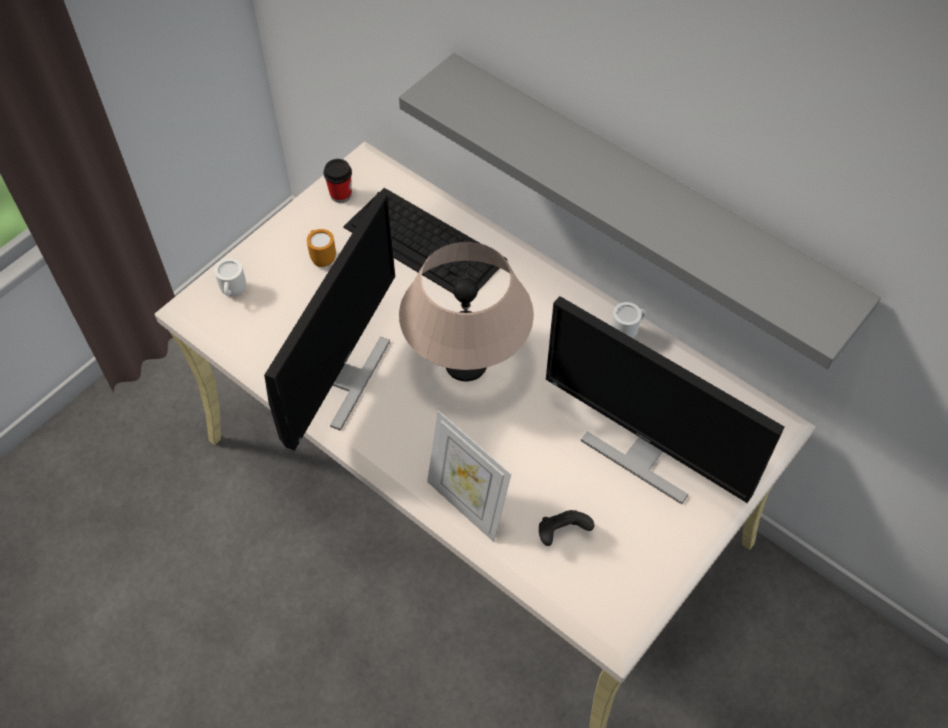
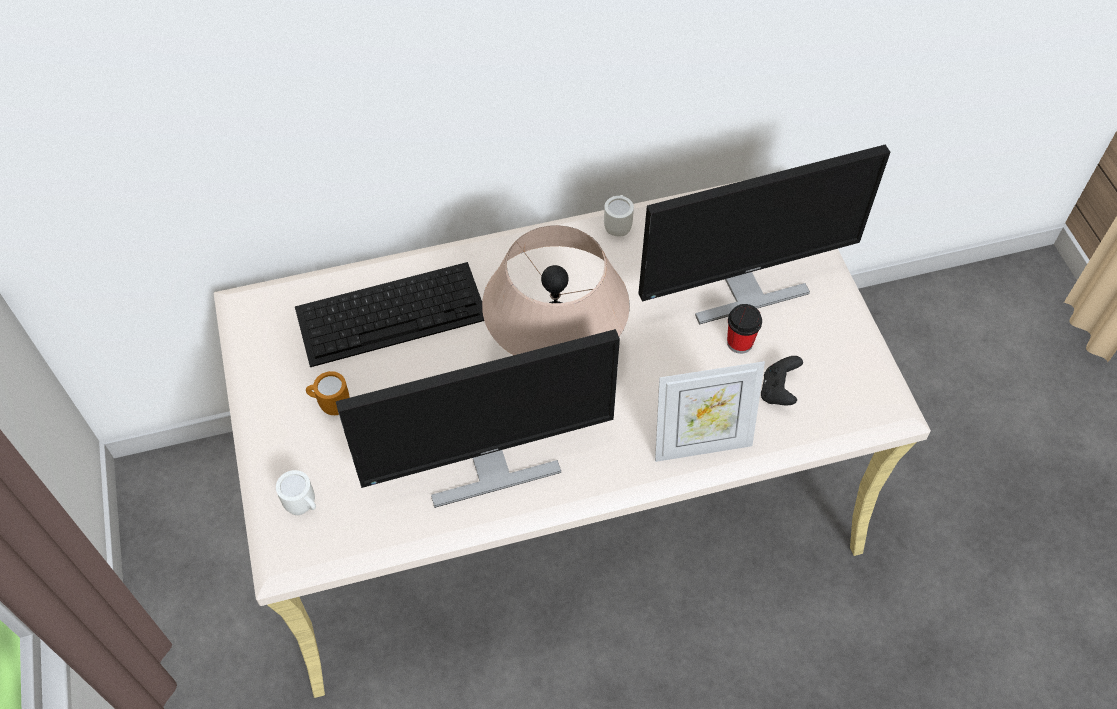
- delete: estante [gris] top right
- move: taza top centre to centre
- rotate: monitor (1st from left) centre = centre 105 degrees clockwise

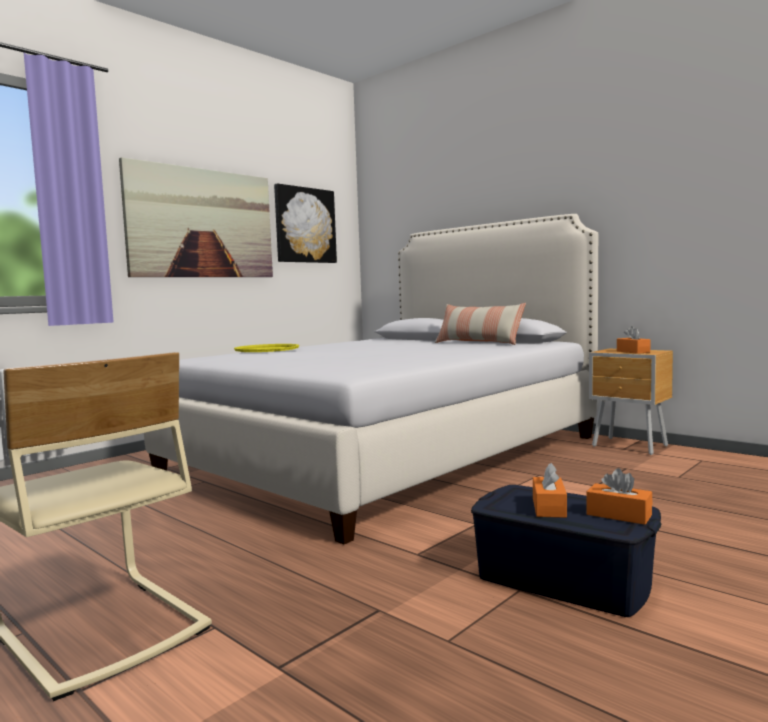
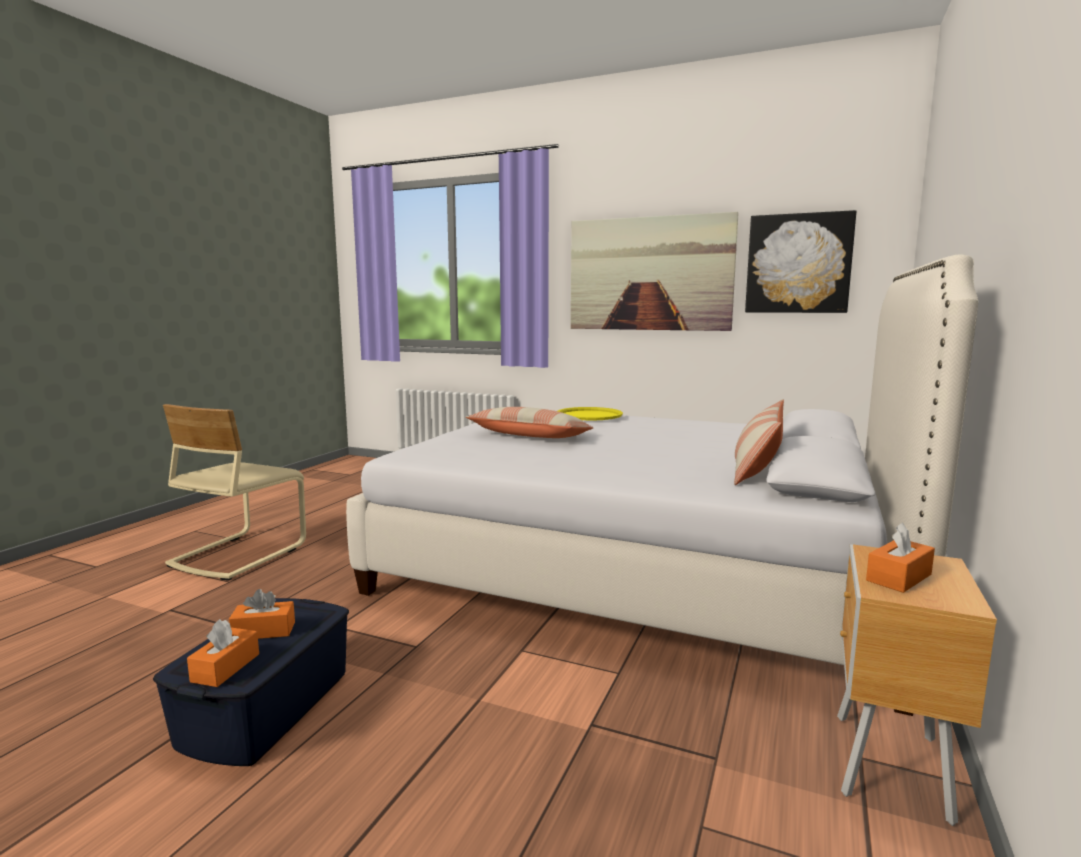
- insert: cojín (1st from left) centre

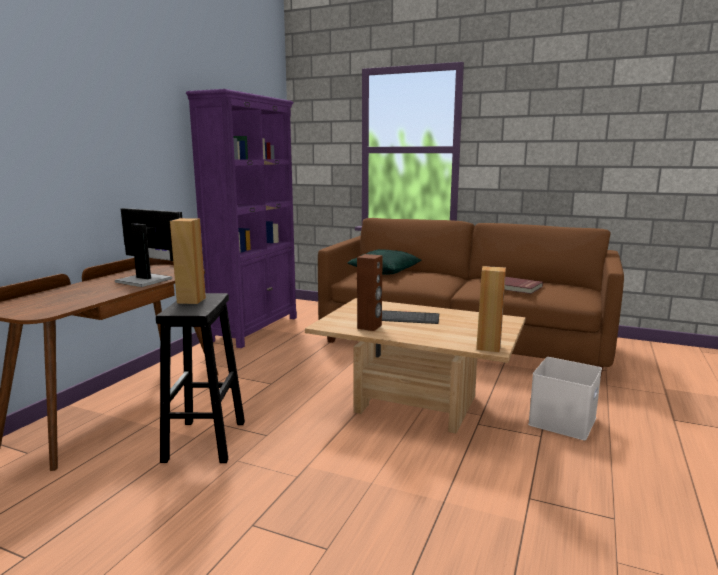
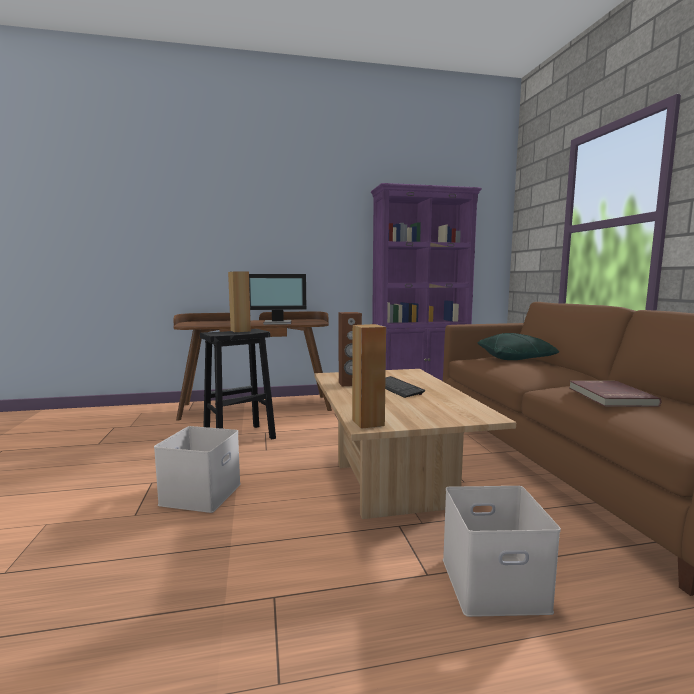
- insert: caja de almacenaje [blanco] (1st from left) bottom left
- rotate: monitor middle left = centre 90 degrees clockwise

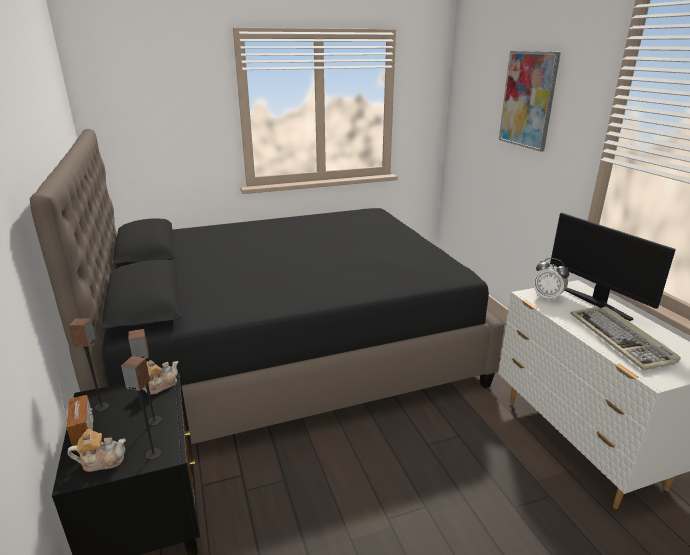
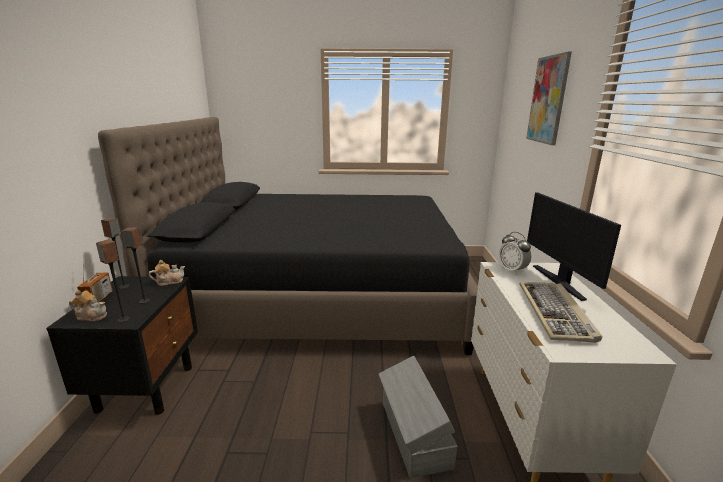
- insert: caja de almacenaje [gris] bottom centre

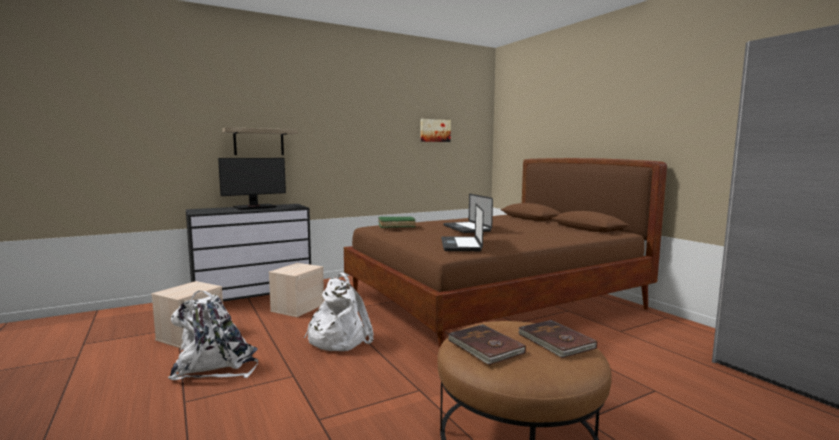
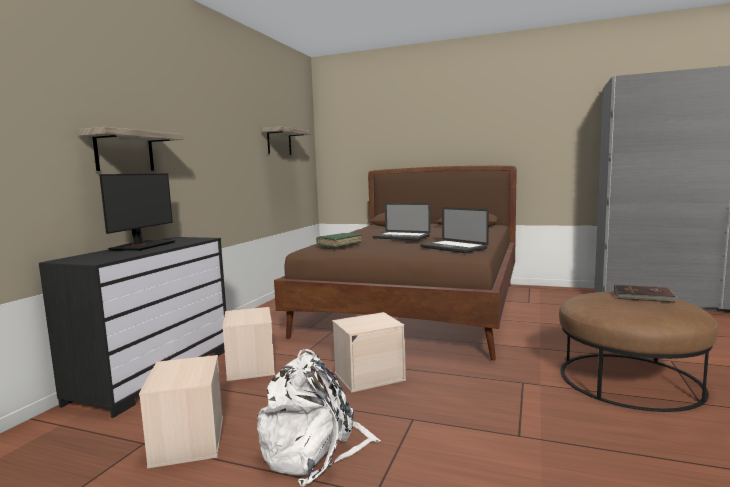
- delete: libro [marrón] (1st from left) bottom centre
- replace: mochila [blanco] (2nd from left) bottom centre to caja de almacenaje [beis] (3rd from left) bottom centre
- replace: cuadro top centre to estante (2nd from left) top centre

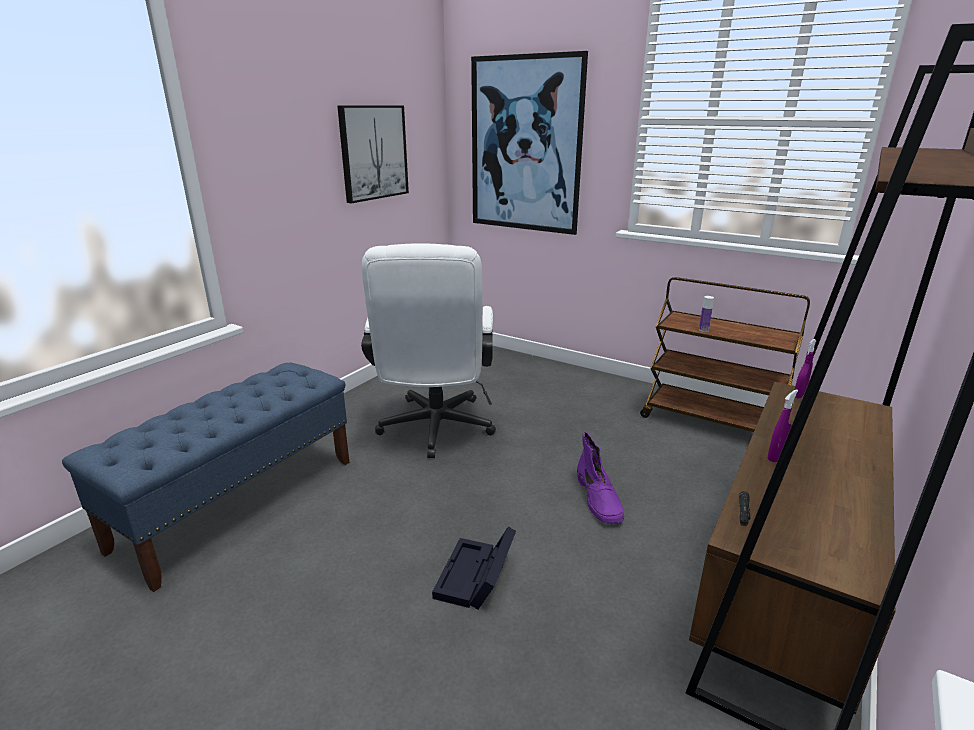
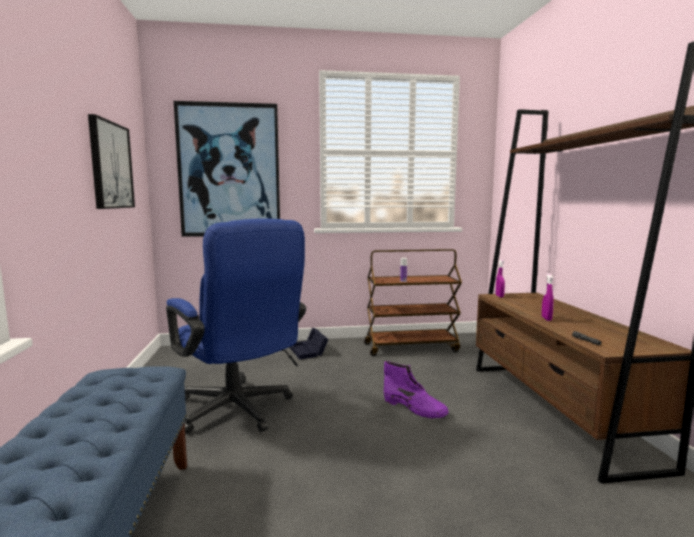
- move: caja de almacenaje [negro] bottom centre to centre
- recolor: silla de oficina [blanco] centre to silla de oficina [azul] centre

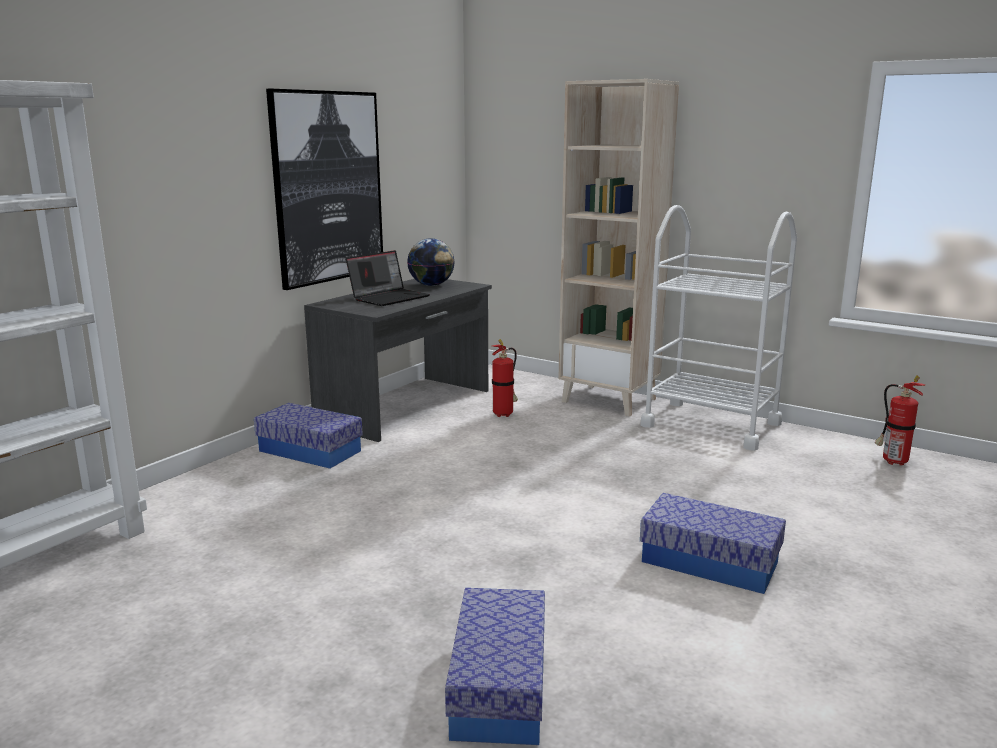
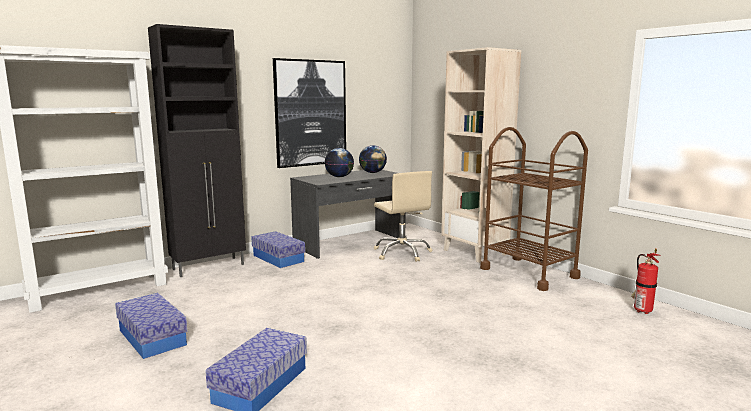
- insert: armario [negro] middle left
- move: caja de almacenaje (3rd from left in the first image) bottom right to caja de almacenaje (1st from left) bottom left
- replace: portátil centre to globo terráqueo (1st from left) centre
- replace: extintor (1st from left) centre to silla de oficina [beis] centre
- recolor: carrito [blanco] middle right to carrito [marrón] middle right

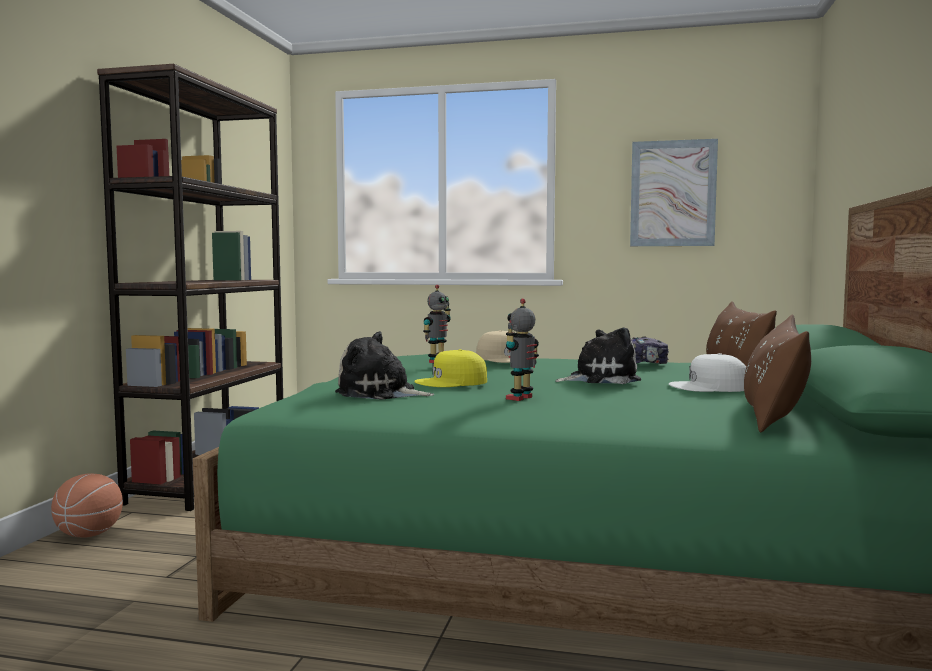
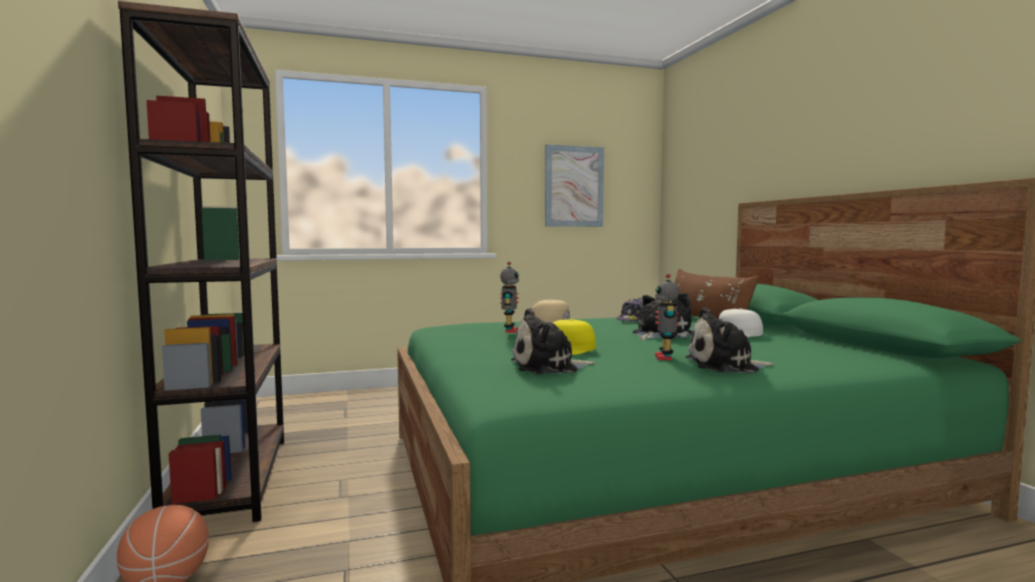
- delete: cojín [marrón] (2nd from left) middle right
- insert: peluche (3rd from left) middle right

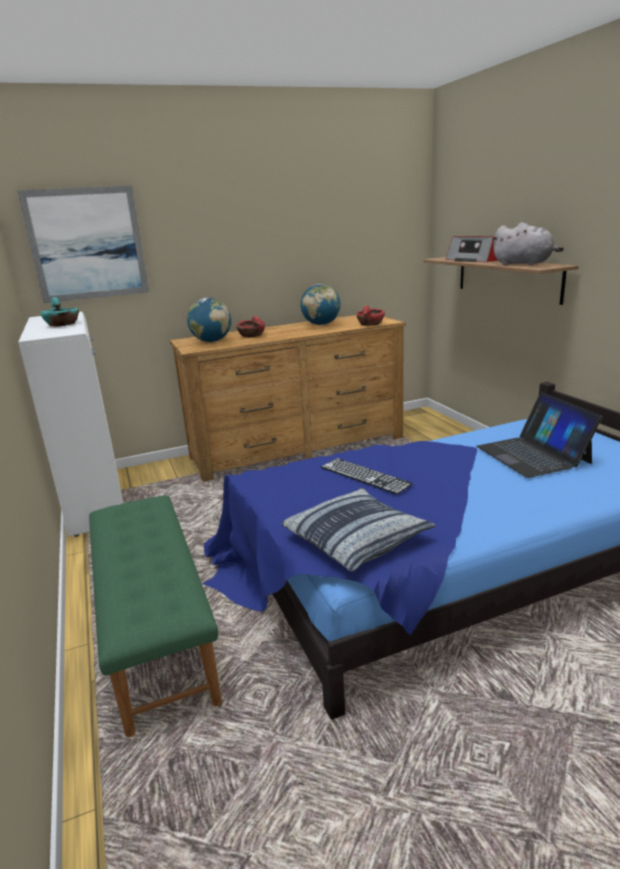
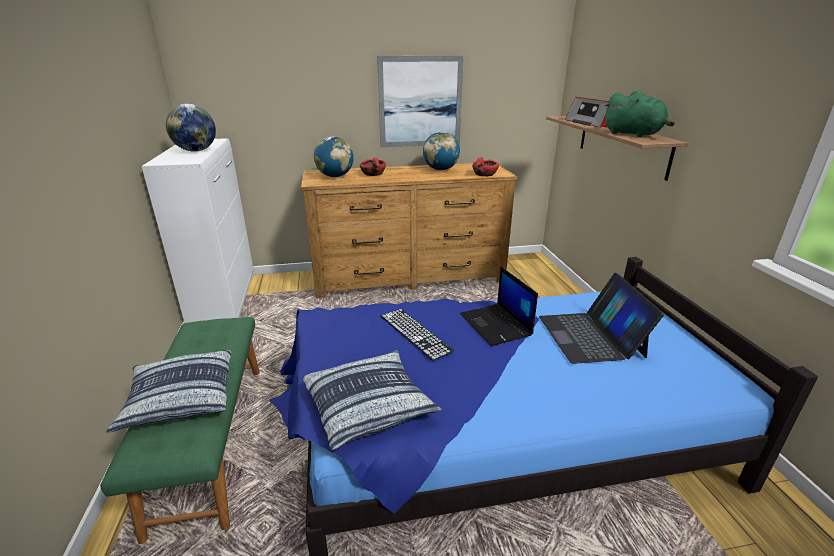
- insert: cojín (1st from left) bottom left
- insert: portátil (1st from left) centre
- move: cuadro top left to top centre
- replace: cuenco [turquesa] middle left to globo terráqueo (1st from left) top left
- recolor: peluche [gris] top right to peluche [verde] top right

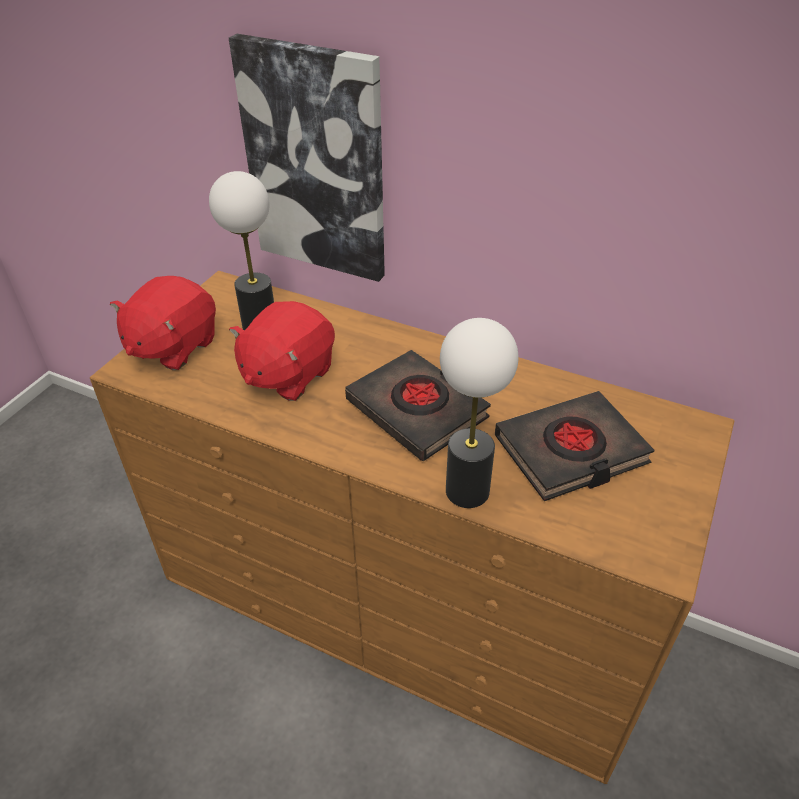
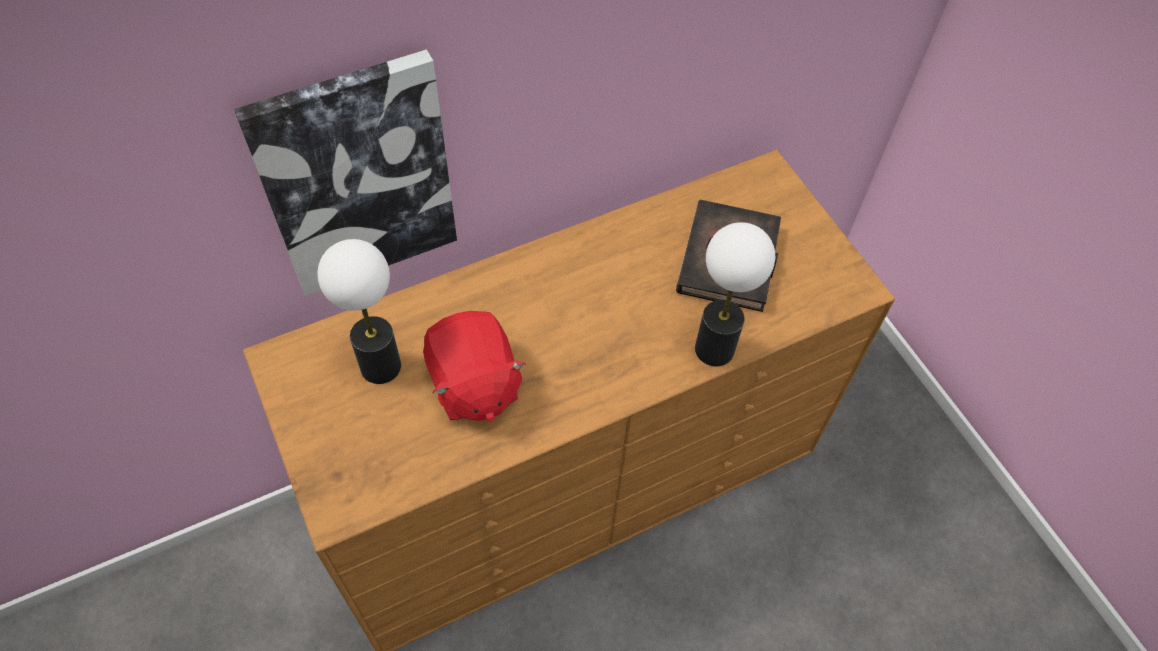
- delete: peluche [rojo] (1st from left) middle left
- delete: libro [negro] (1st from left) centre

